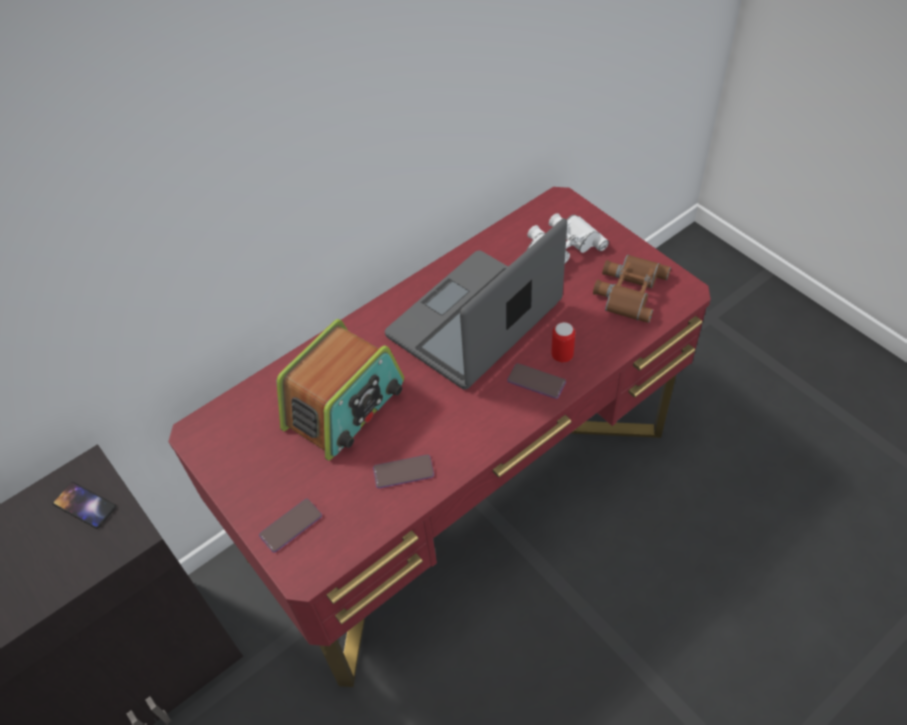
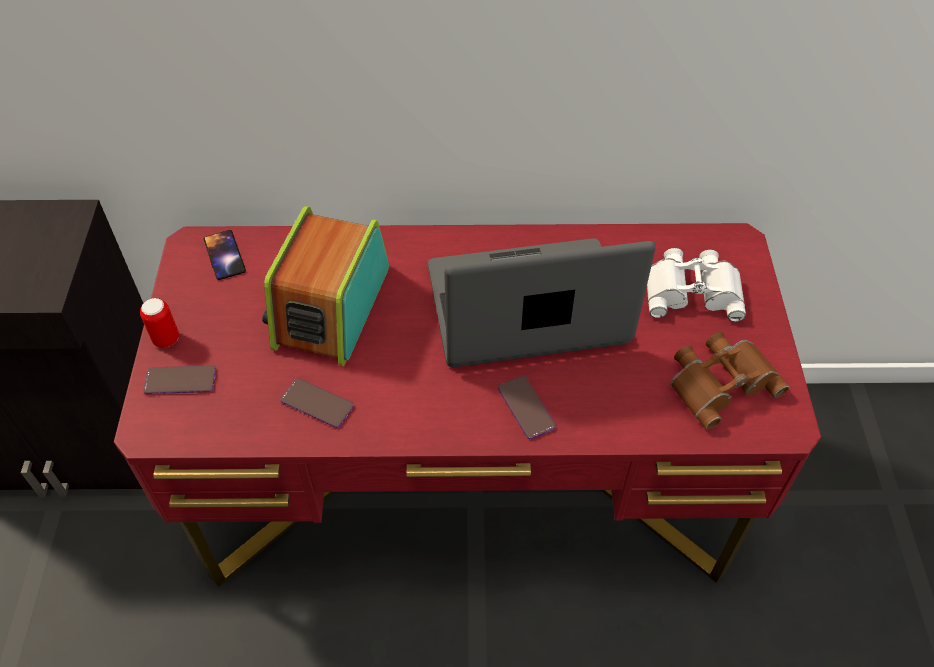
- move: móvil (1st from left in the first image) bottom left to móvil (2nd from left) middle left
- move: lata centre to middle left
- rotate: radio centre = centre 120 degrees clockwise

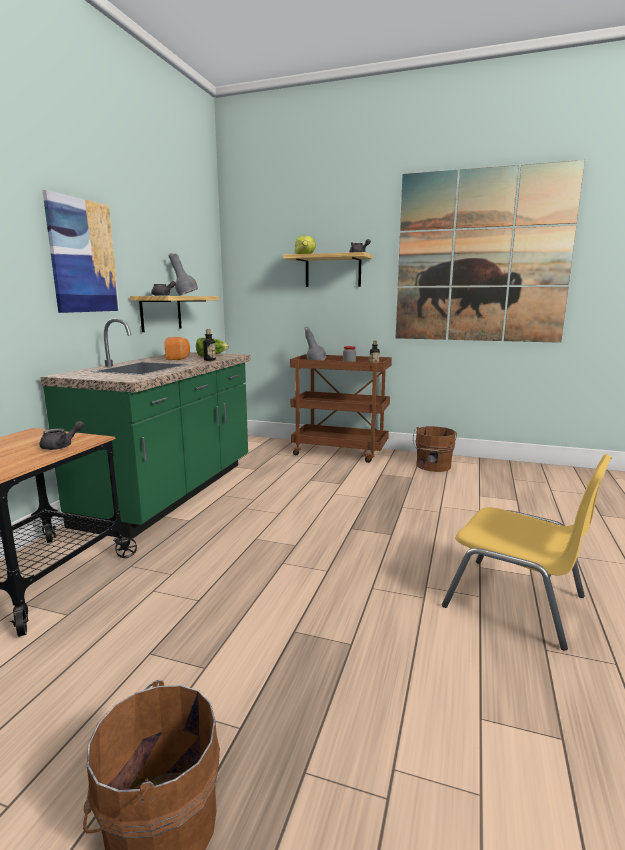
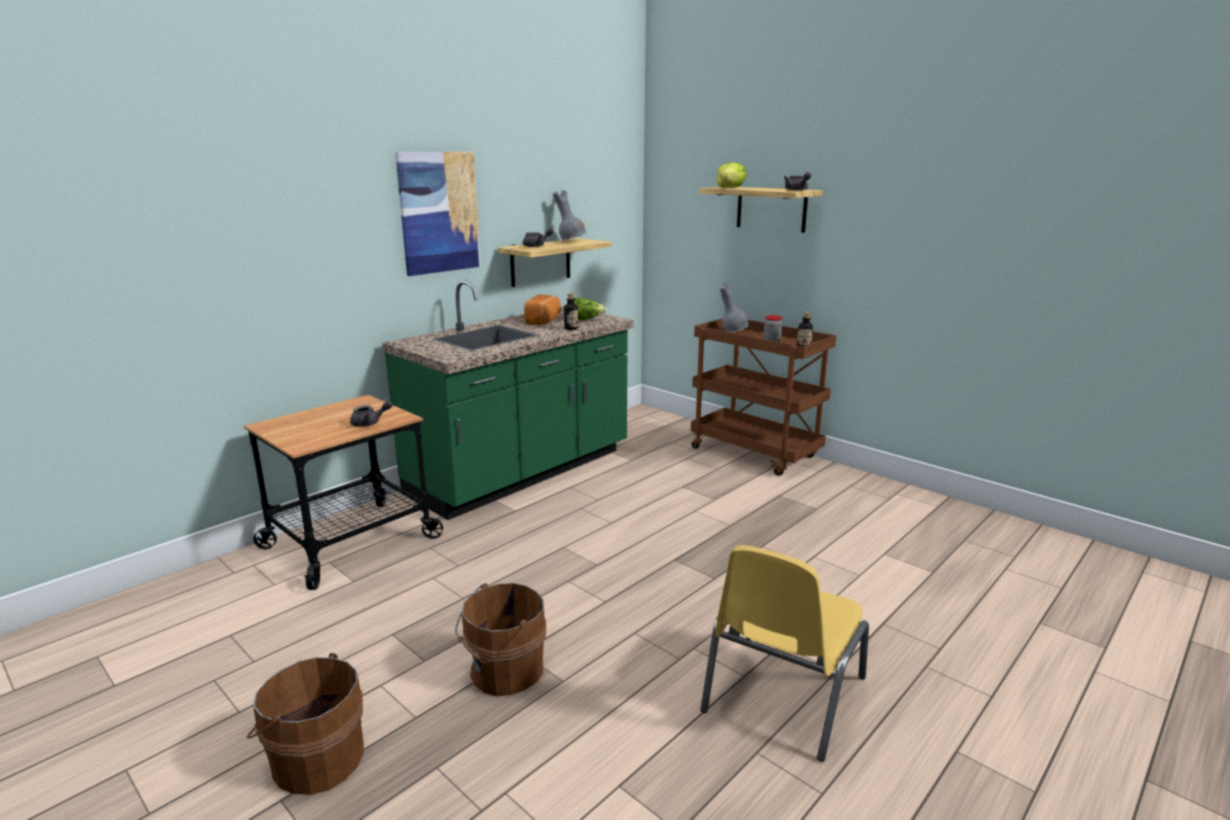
- delete: cuadro (2nd from left) top right
- move: cubo [marrón] (2nd from left) middle right to bottom centre
- rotate: silla [amarillo] middle right = bottom centre 60 degrees clockwise

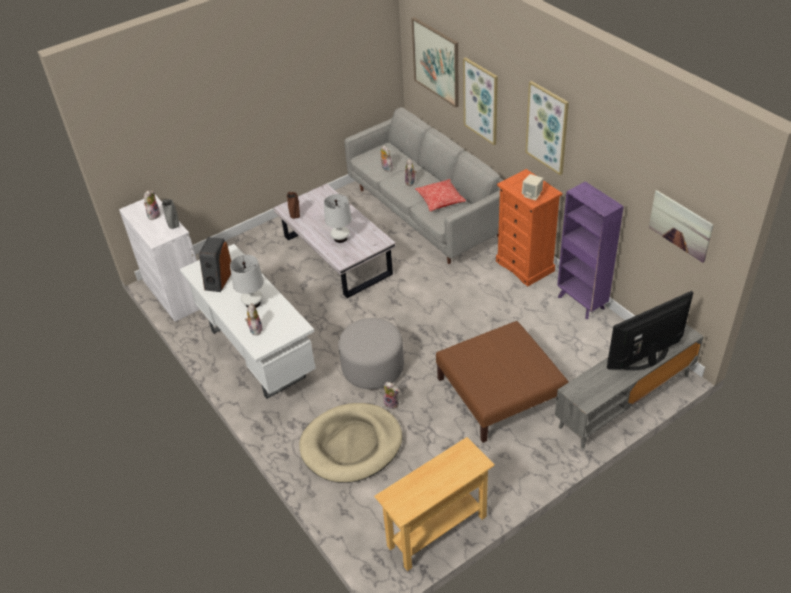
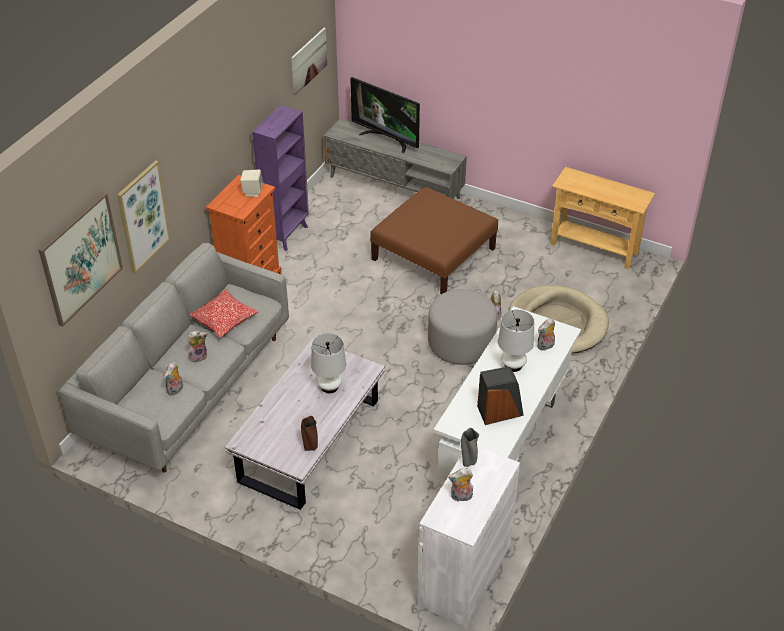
- delete: cuadro (3rd from left) top right

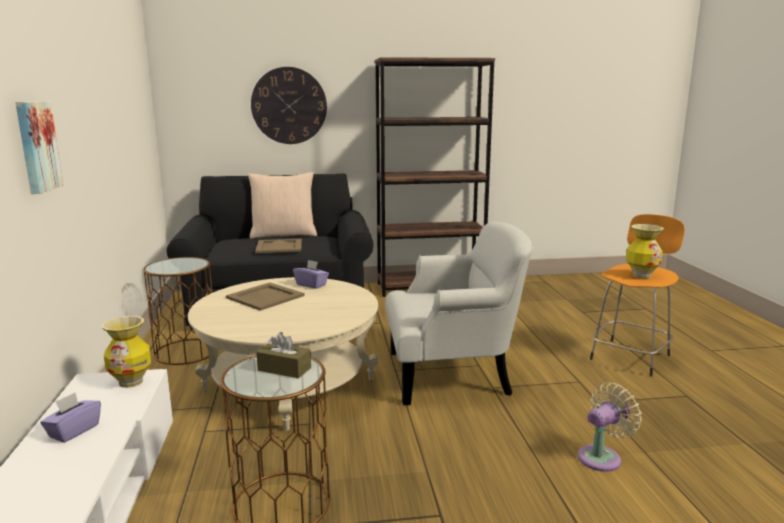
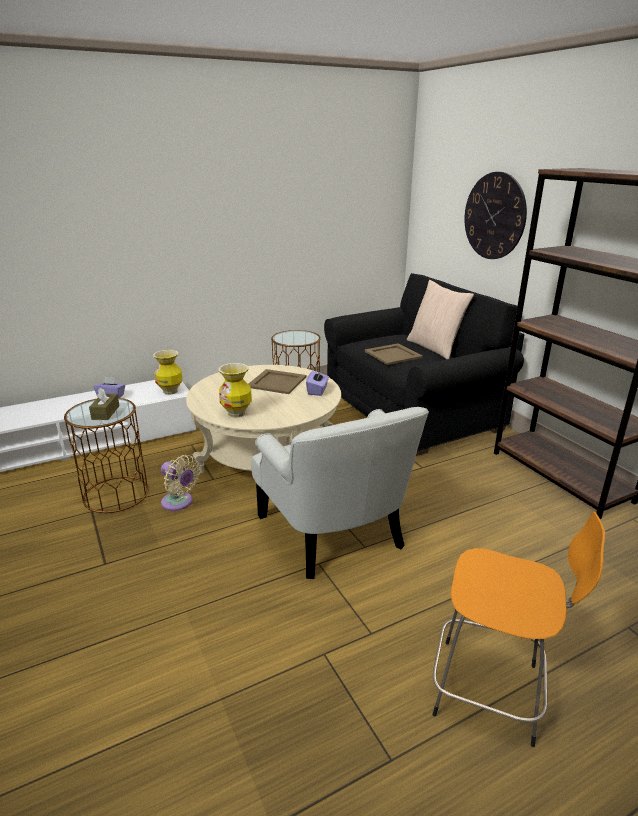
- delete: cuadro top left
- move: ventilador [beis] bottom right to middle left
- move: florero (2nd from left) middle right to centre

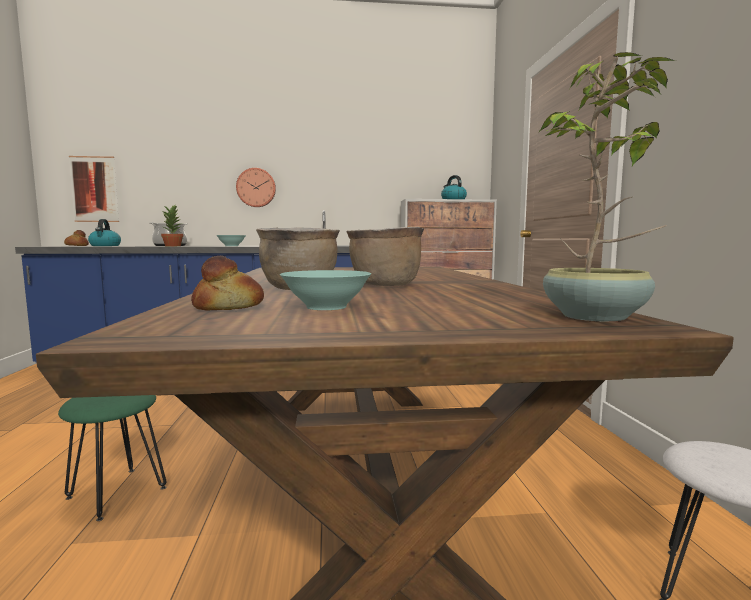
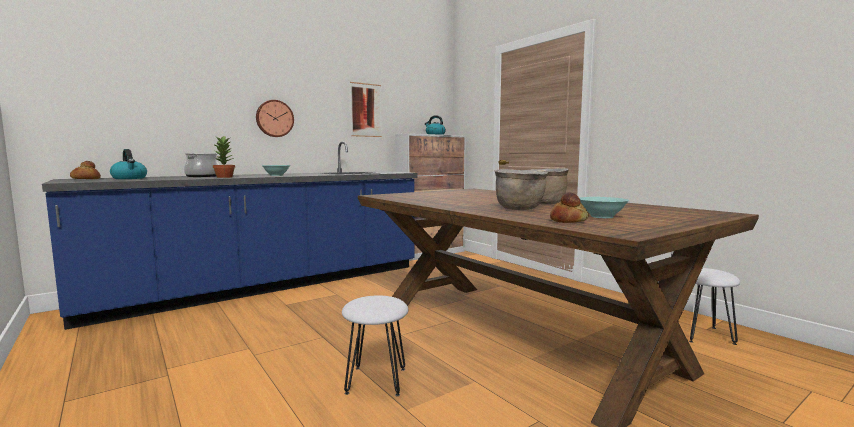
- delete: planta en maceta (2nd from left) top right
- move: cuadro top left to top centre
- recolor: taburete [verde] bottom left to taburete [blanco] (1st from left) bottom centre

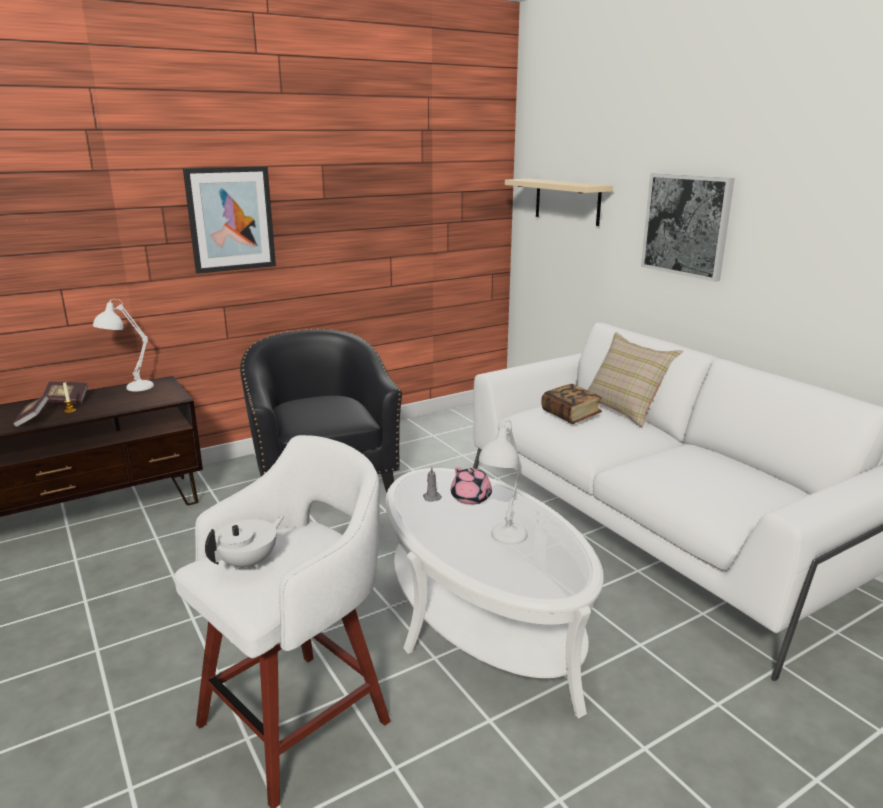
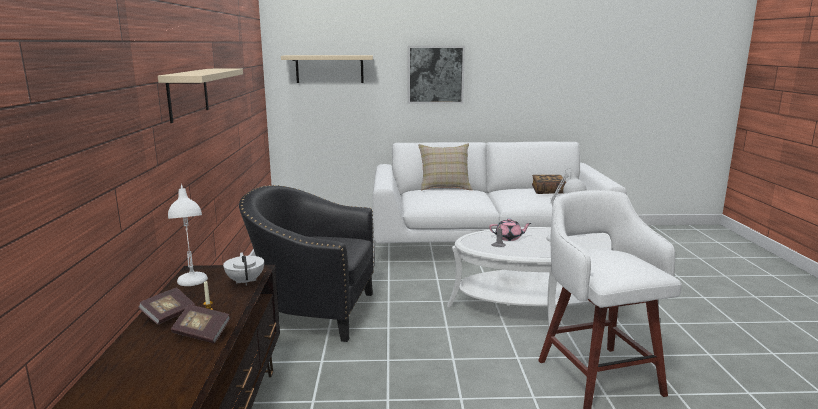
- move: tetera [blanco] bottom left to middle left
- move: libro (3rd from left) centre to middle right
- replace: cuadro (1st from left) top left to estante [beis] (1st from left) top left

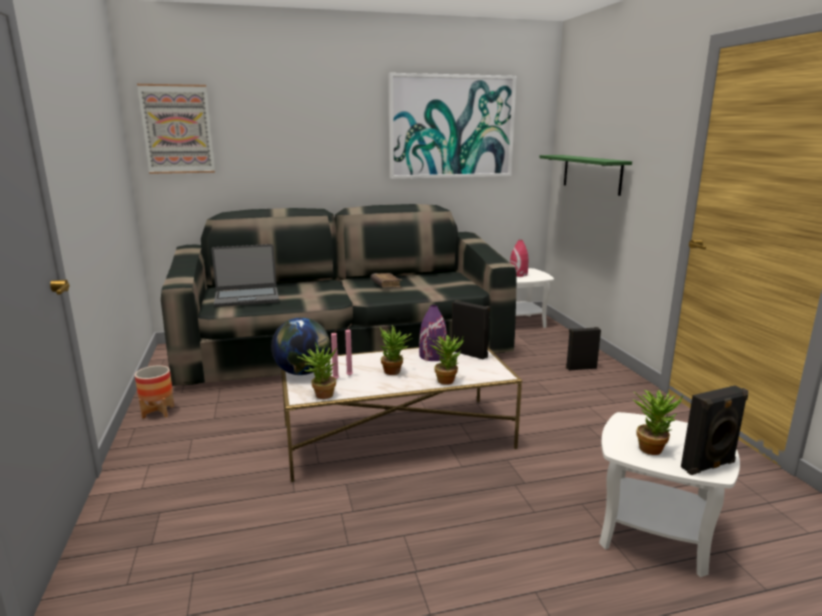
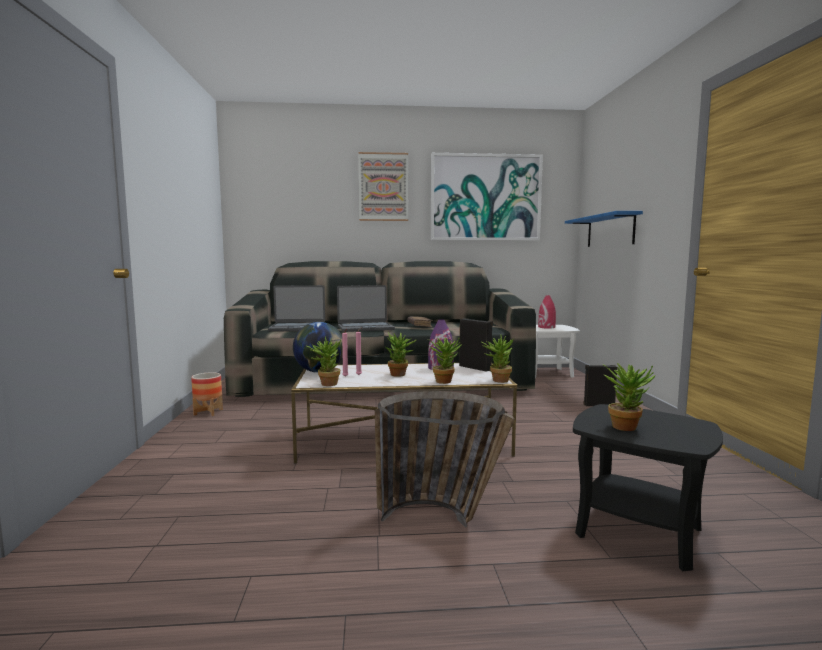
- delete: altavoz [negro] (3rd from left) bottom right
- insert: portátil (2nd from left) centre
- insert: cesta bottom centre
- insert: planta en maceta (4th from left) centre
- move: cuadro (1st from left) top left to top centre
- recolor: estante [verde] top right to estante [azul] middle right
- recolor: mesa auxiliar [blanco] (2nd from left) bottom right to mesa auxiliar [negro] bottom right

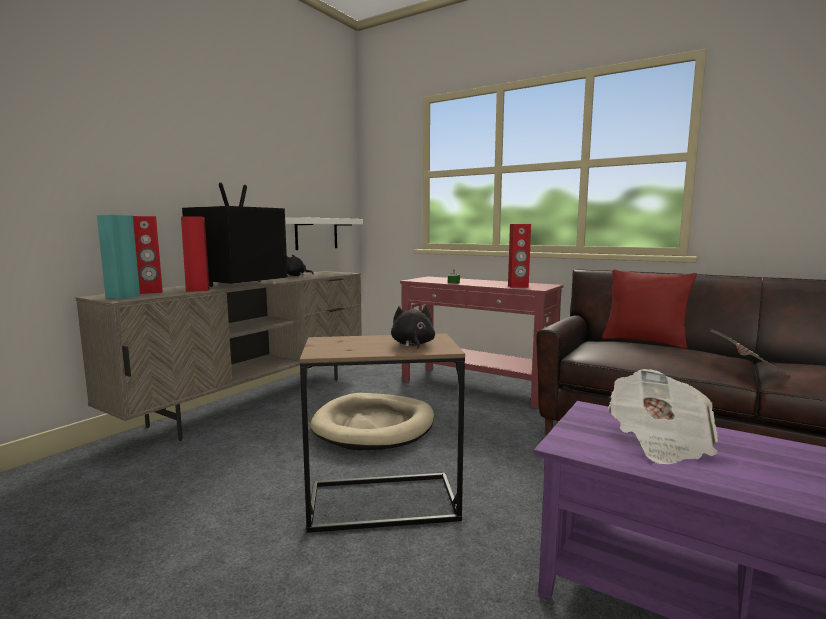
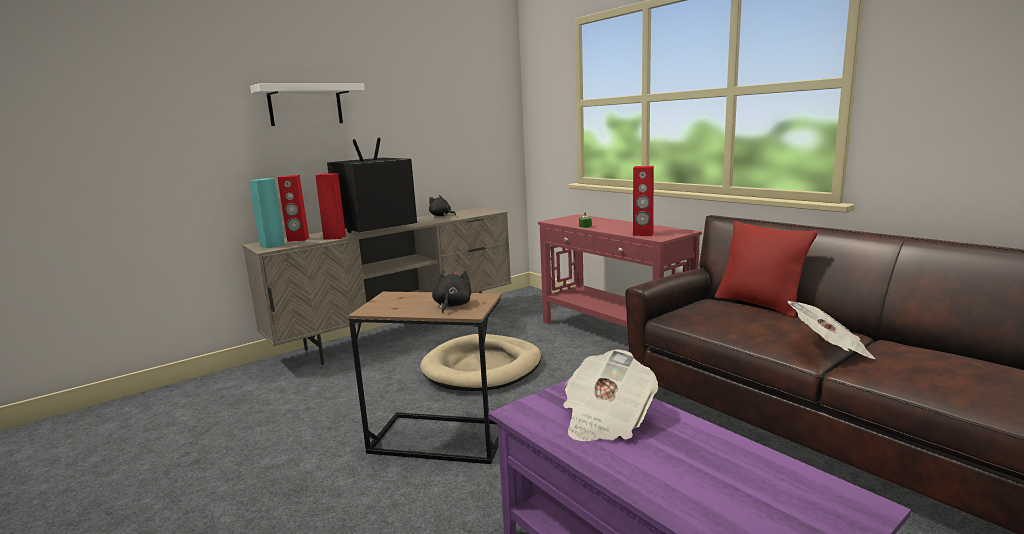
- move: estante [blanco] centre to top left

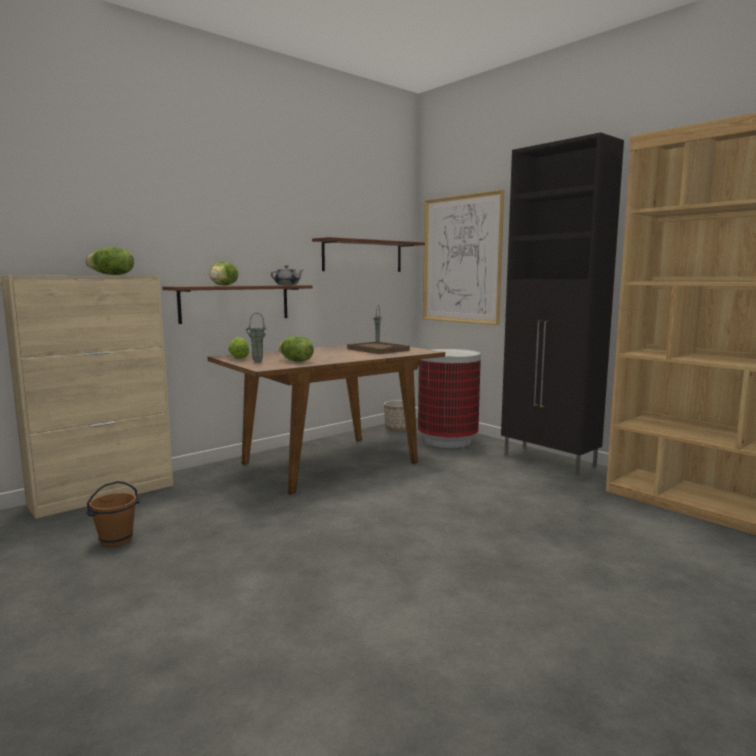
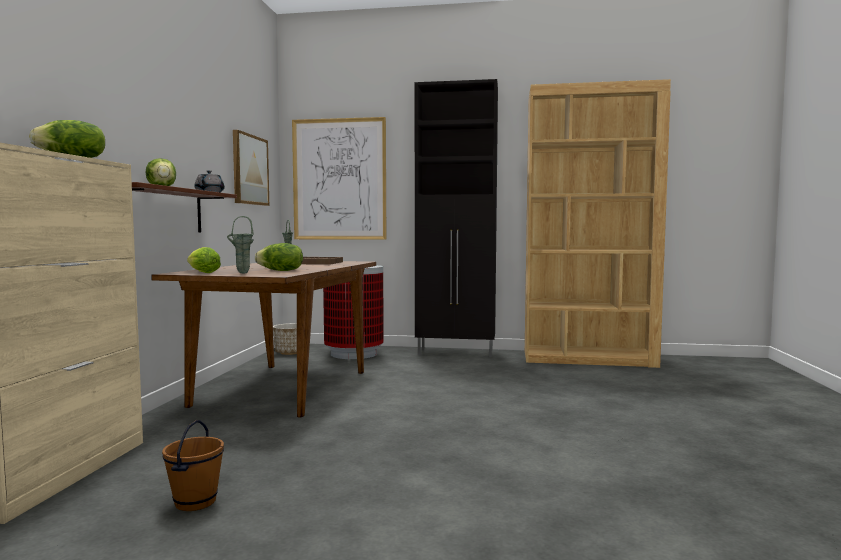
- replace: estante [marrón] (2nd from left) centre to cuadro (1st from left) top left

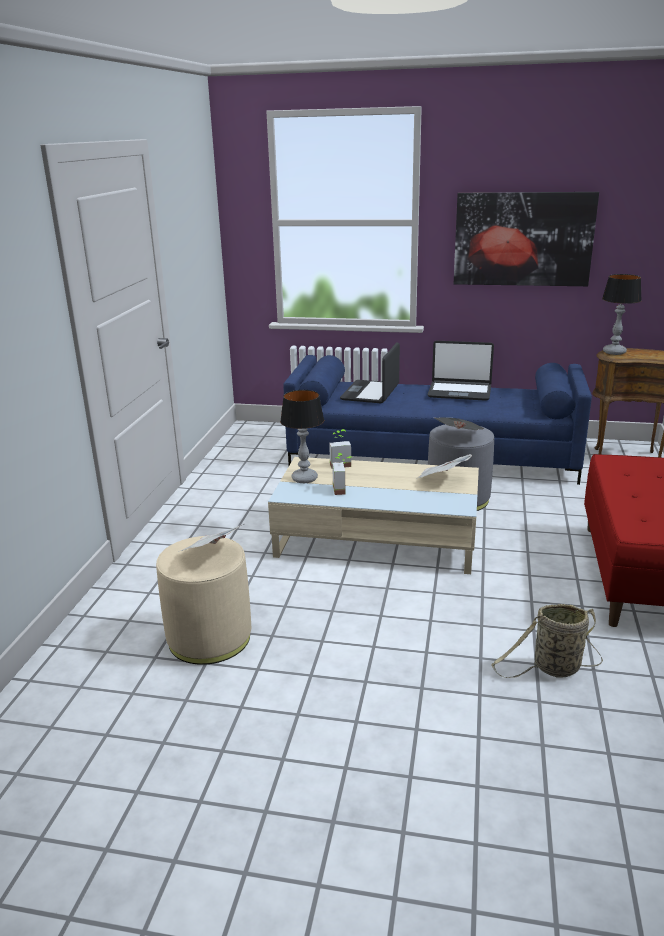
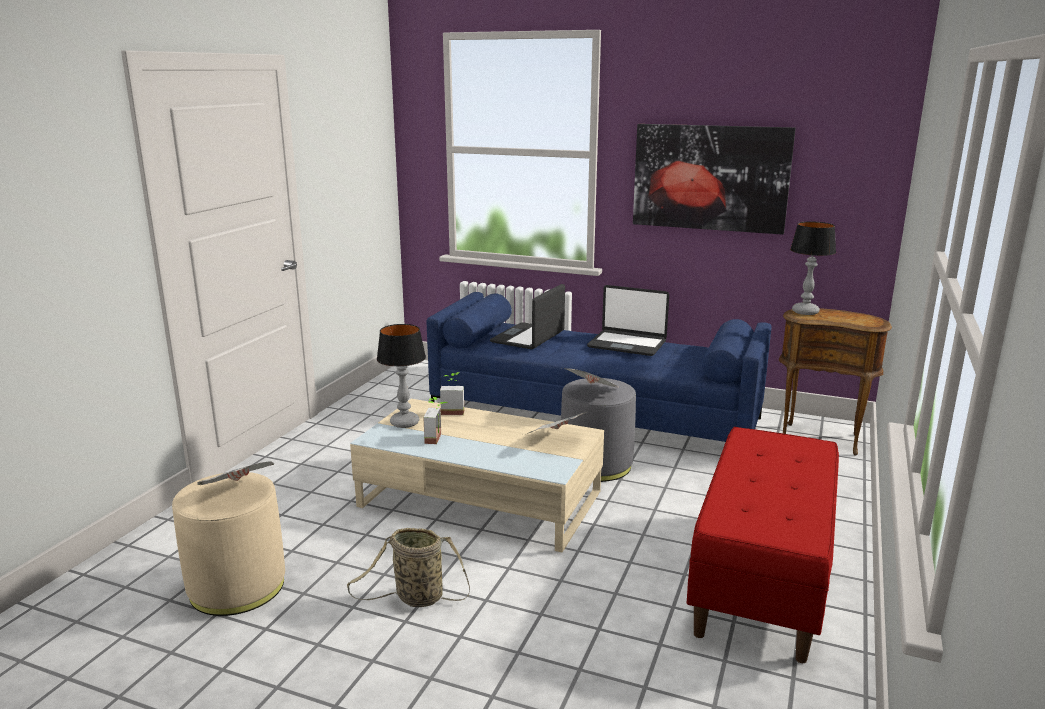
- move: cesta bottom right to bottom centre

